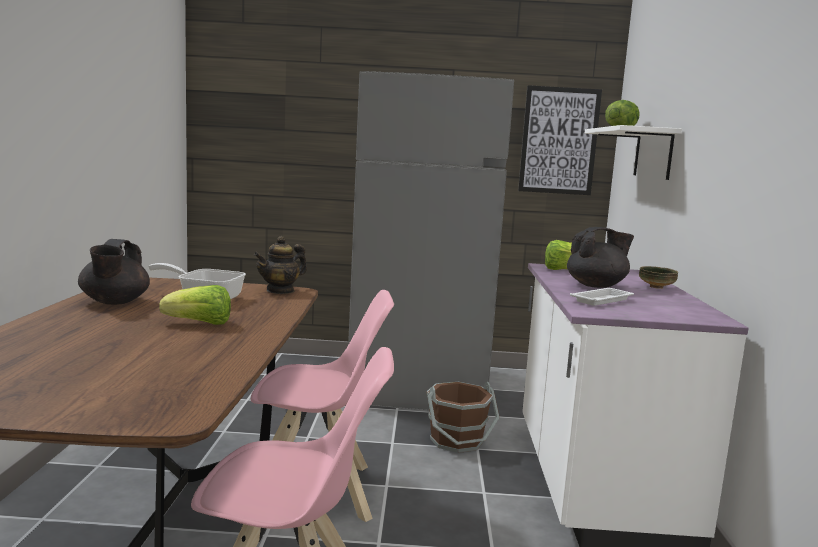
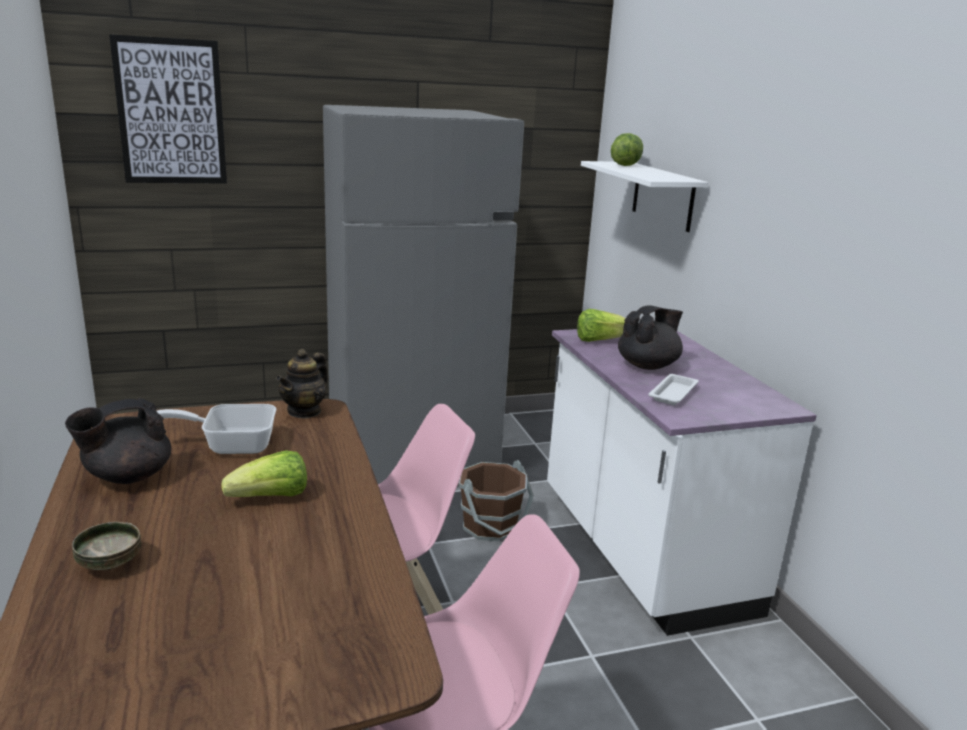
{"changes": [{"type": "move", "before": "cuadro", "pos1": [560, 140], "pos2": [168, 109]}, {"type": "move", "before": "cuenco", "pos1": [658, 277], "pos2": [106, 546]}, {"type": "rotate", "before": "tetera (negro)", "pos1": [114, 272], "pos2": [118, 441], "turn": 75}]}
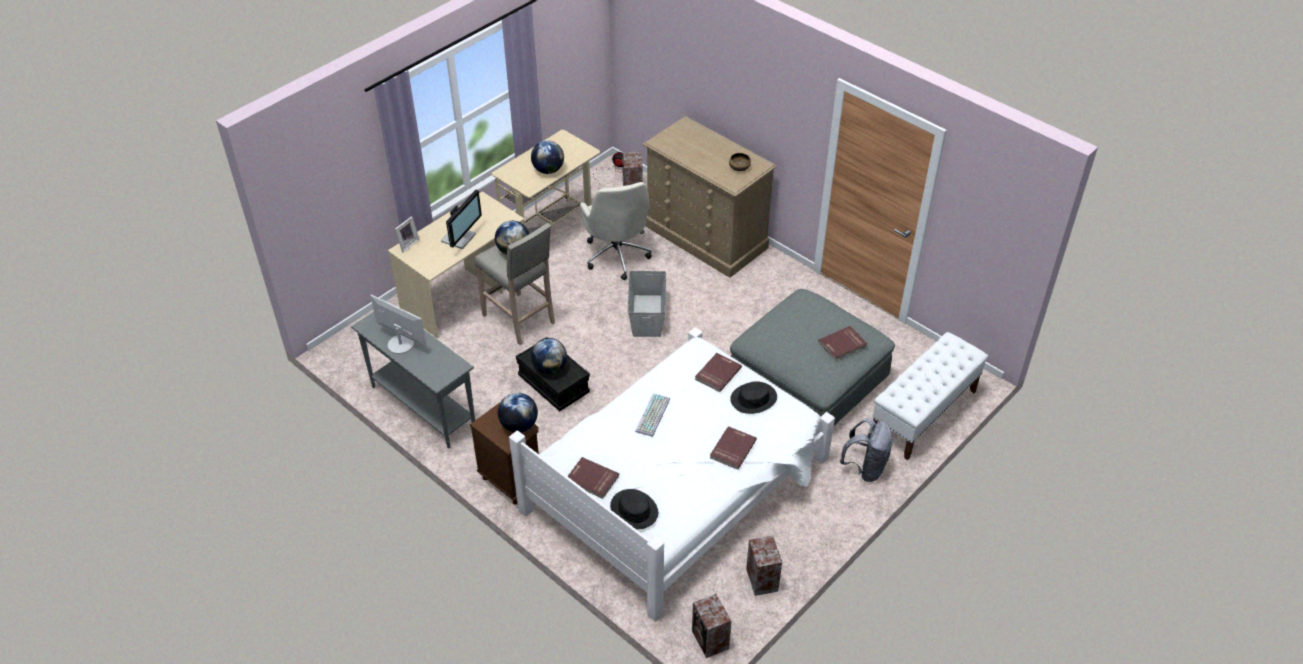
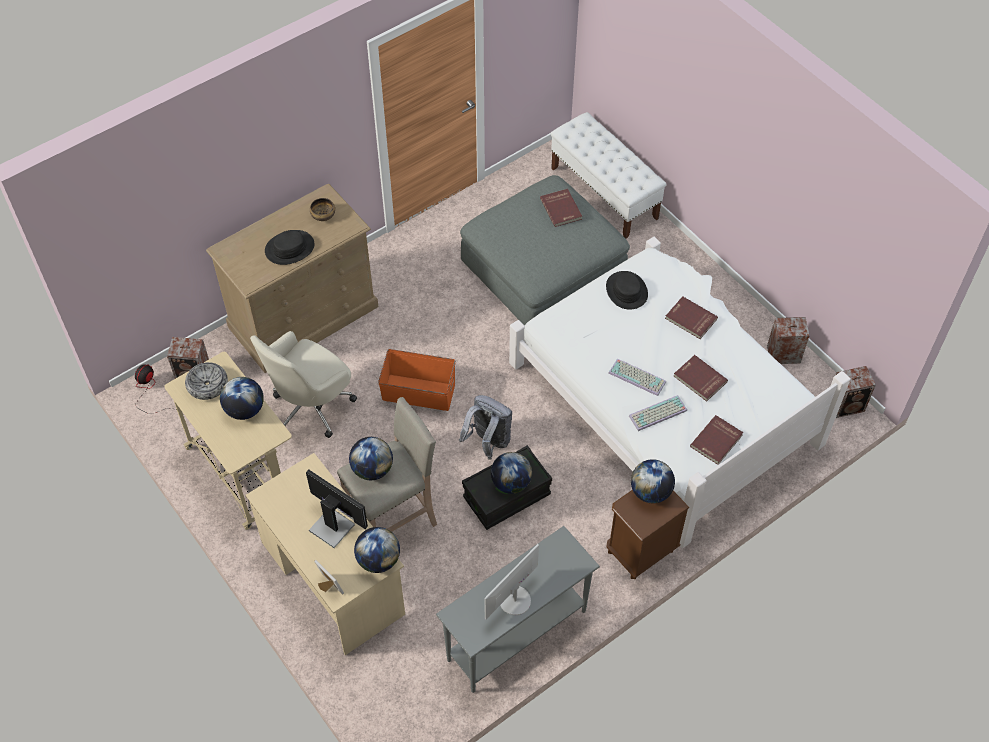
{"changes": [{"type": "insert", "after": "cuenco", "pos2": [206, 381]}, {"type": "insert", "after": "globo terráqueo", "pos2": [377, 550]}, {"type": "insert", "after": "teclado", "pos2": [658, 413]}, {"type": "move", "before": "sombrero (negro)", "pos1": [634, 509], "pos2": [290, 247]}, {"type": "move", "before": "libro (rojo)", "pos1": [718, 372], "pos2": [701, 378]}, {"type": "move", "before": "mochila (gris)", "pos1": [866, 450], "pos2": [485, 427]}, {"type": "recolor", "before": "caja de almacenaje (gris)", "after": "caja de almacenaje (naranja)", "pos1": [647, 304], "pos2": [416, 380]}, {"type": "rotate", "before": "silla de oficina (beis)", "pos1": [616, 231], "pos2": [303, 384], "turn": 135}]}
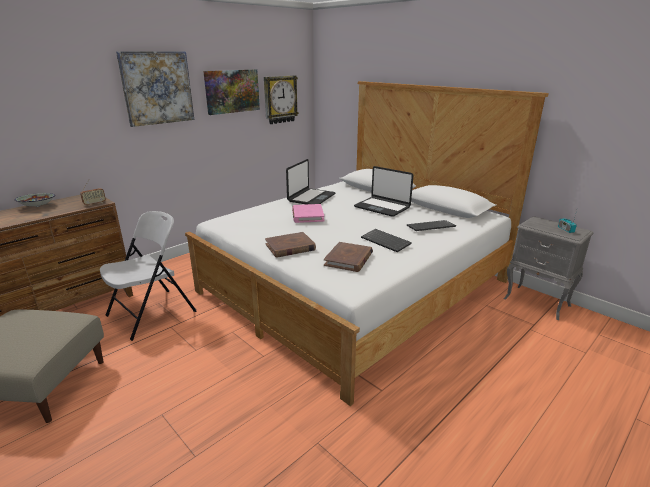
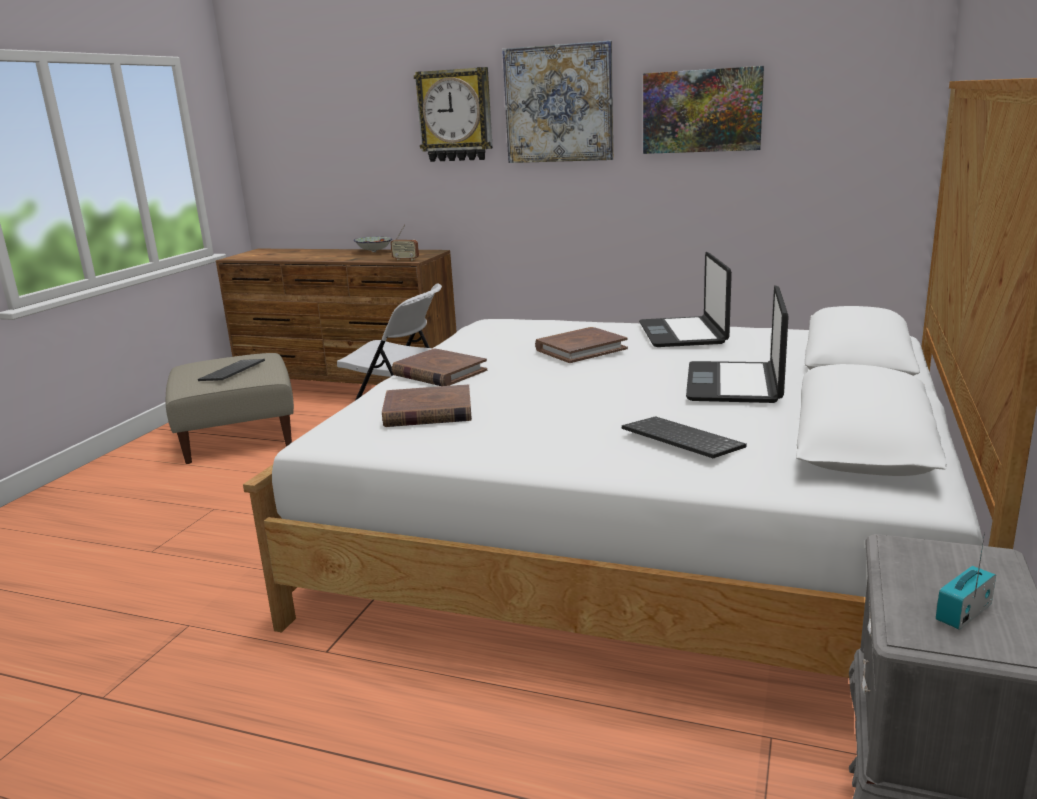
{"changes": [{"type": "move", "before": "reloj de pared", "pos1": [281, 99], "pos2": [453, 114]}, {"type": "move", "before": "teclado", "pos1": [386, 240], "pos2": [231, 370]}, {"type": "recolor", "before": "libro (rosa)", "after": "libro (marrón)", "pos1": [308, 213], "pos2": [581, 345]}, {"type": "rotate", "before": "portátil", "pos1": [311, 181], "pos2": [685, 299], "turn": 90}]}
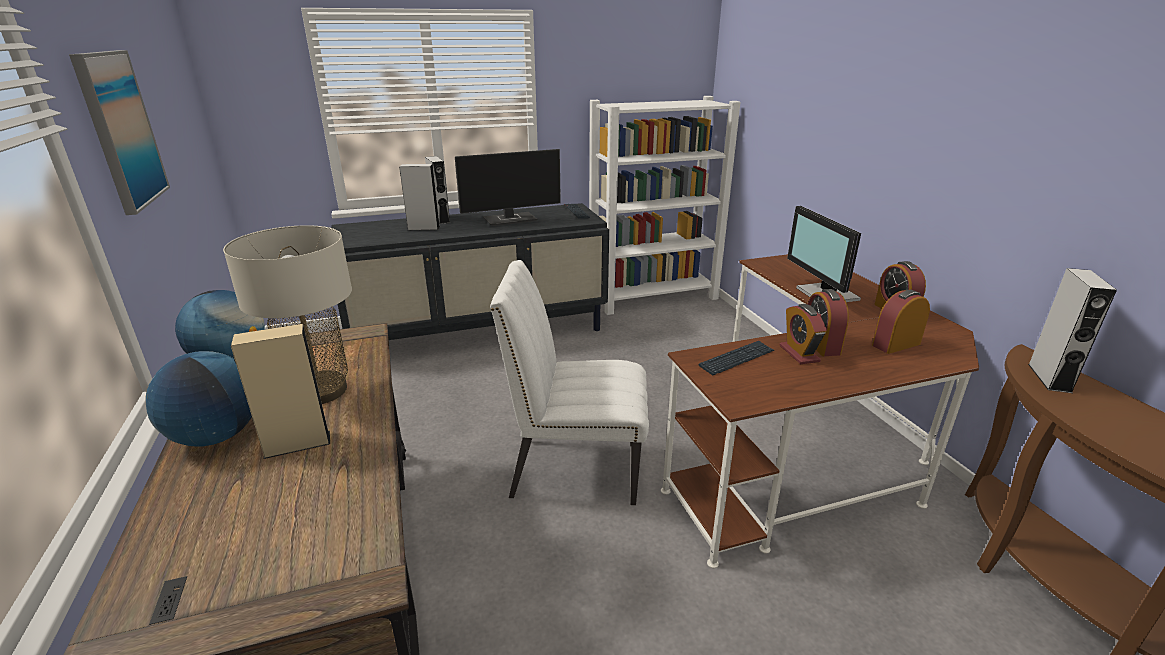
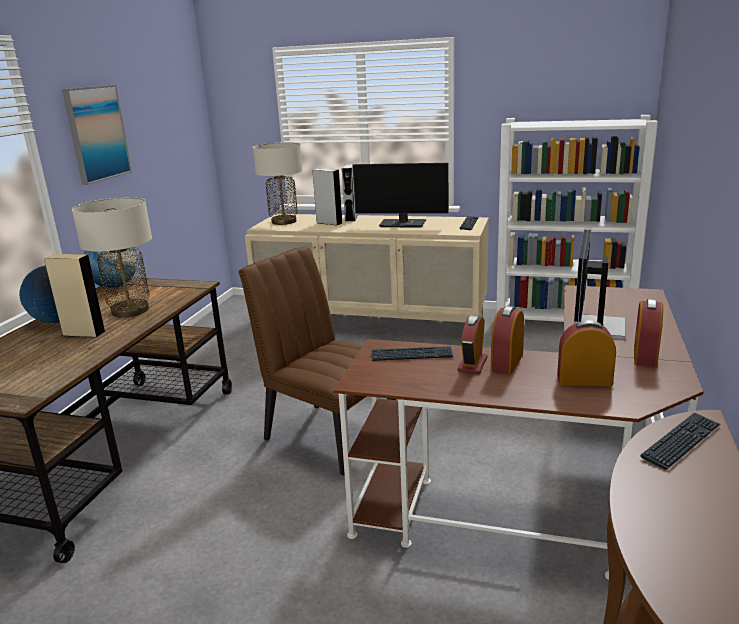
{"changes": [{"type": "insert", "after": "lámpara de mesa", "pos2": [278, 183]}, {"type": "replace", "before": "altavoz (gris)", "after": "teclado", "pos1": [1072, 330], "pos2": [681, 441]}, {"type": "recolor", "before": "armario (negro)", "after": "armario (beis)", "pos1": [470, 271], "pos2": [367, 268]}, {"type": "recolor", "before": "silla (blanco)", "after": "silla (marrón)", "pos1": [569, 382], "pos2": [317, 361]}]}
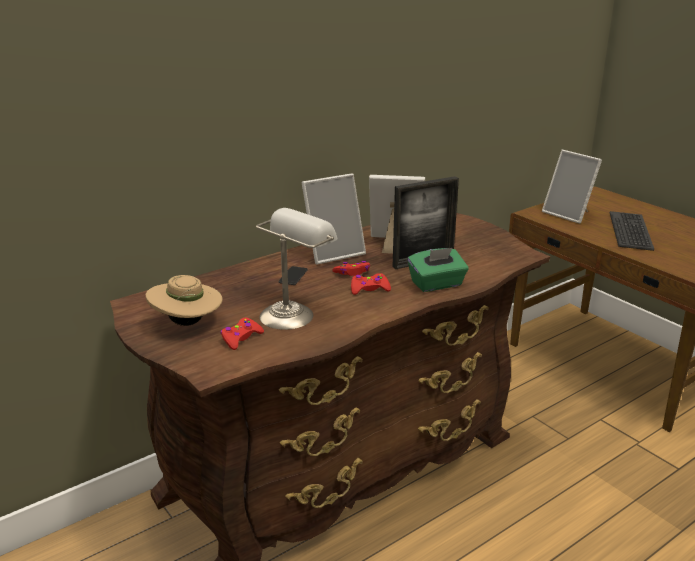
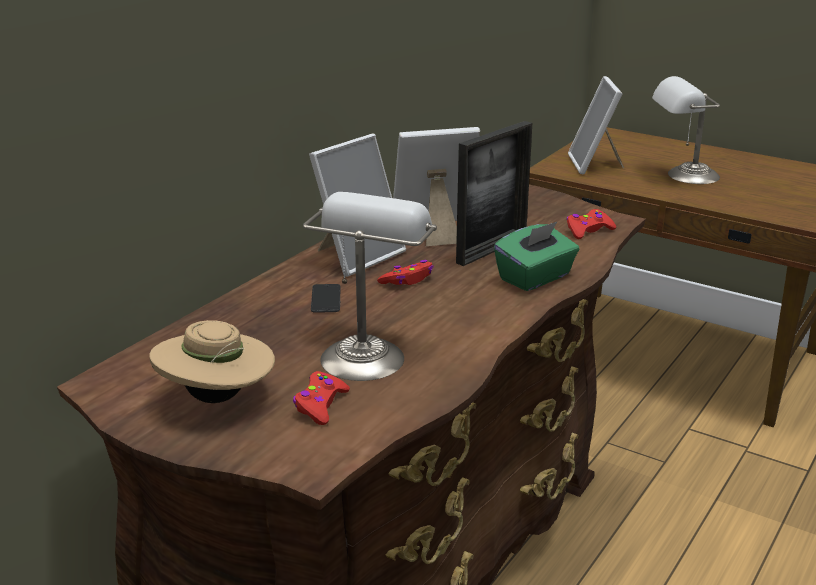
{"changes": [{"type": "move", "before": "mando de consola (rojo)", "pos1": [371, 284], "pos2": [591, 224]}, {"type": "replace", "before": "teclado", "after": "lámpara de mesa (blanco)", "pos1": [632, 231], "pos2": [686, 130]}, {"type": "rotate", "before": "portarretratos", "pos1": [572, 187], "pos2": [596, 125], "turn": 60}]}
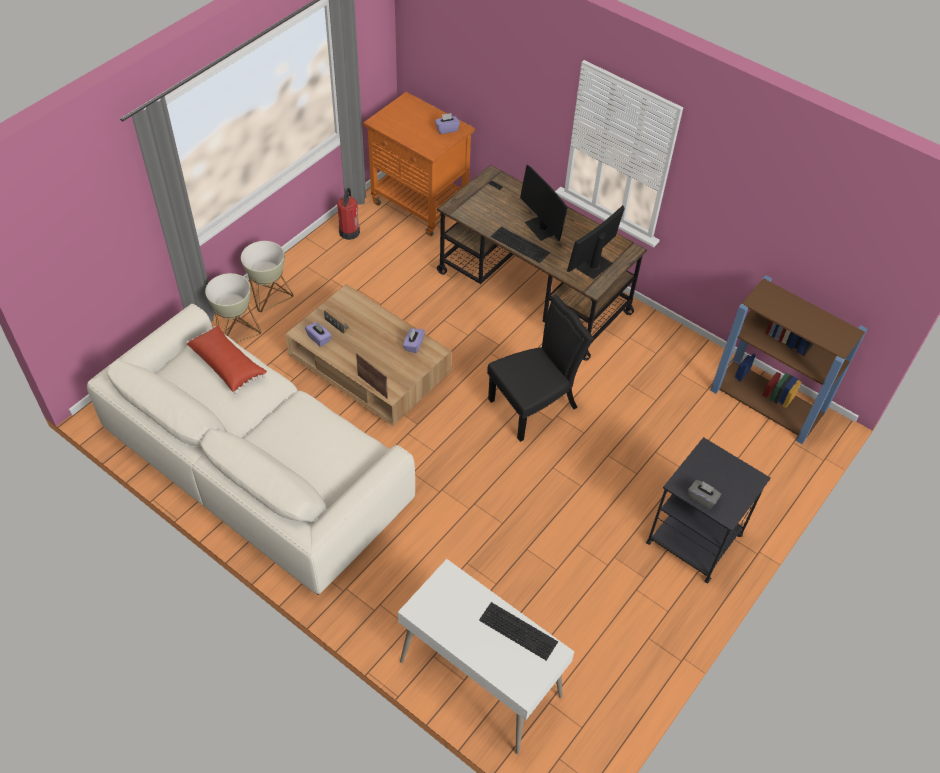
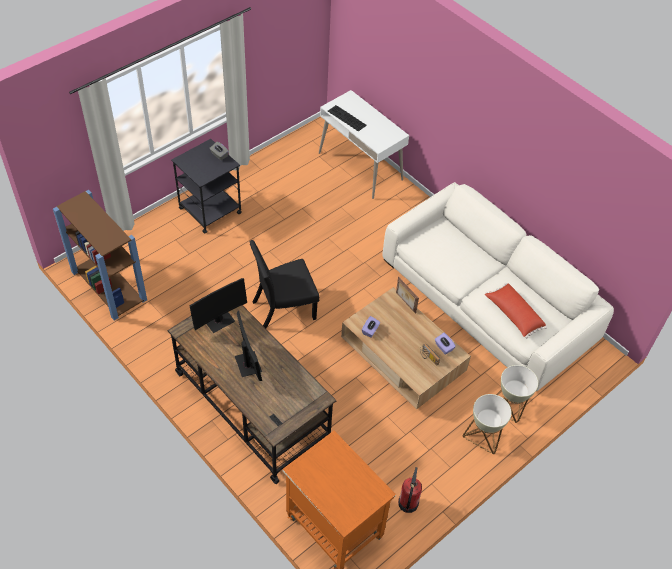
{"changes": [{"type": "delete", "before": "caja de pañuelos (morado)", "pos1": [447, 123]}, {"type": "delete", "before": "teclado", "pos1": [520, 245]}]}
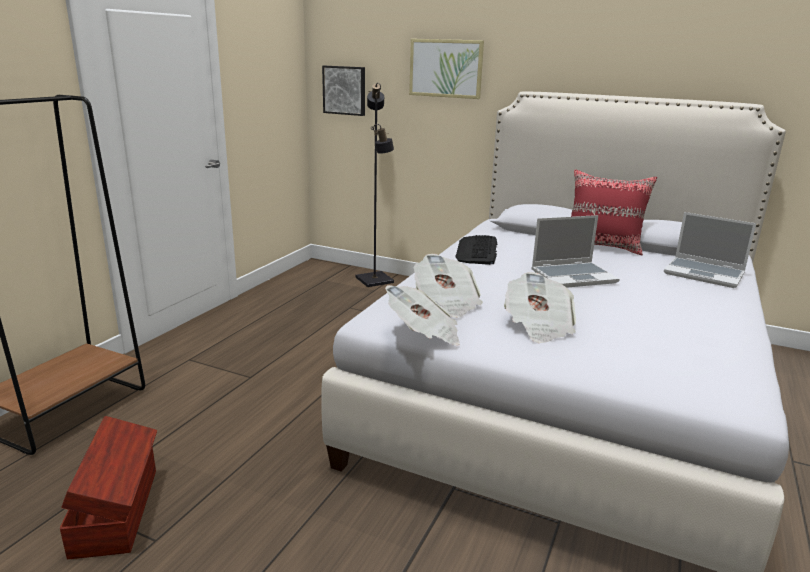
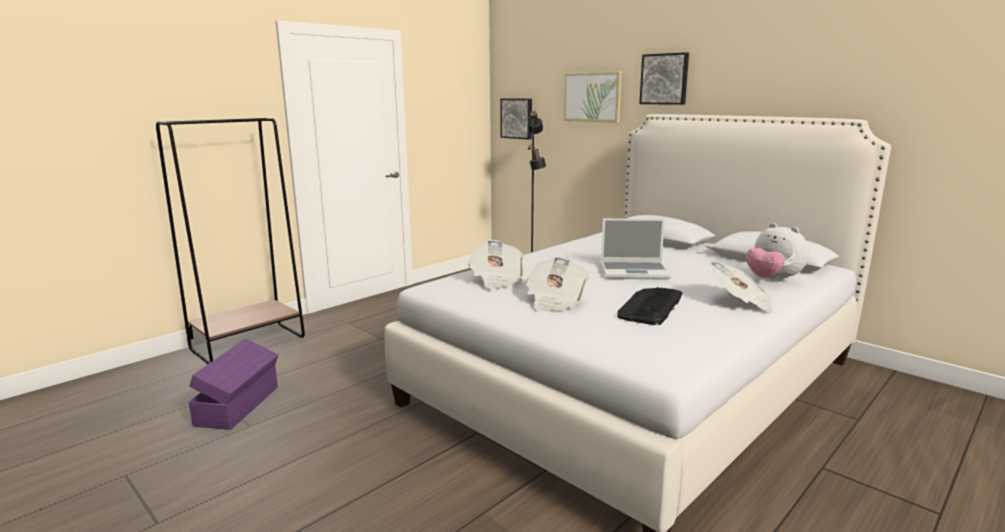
{"changes": [{"type": "delete", "before": "cojín (rojo)", "pos1": [614, 212]}, {"type": "insert", "after": "cuadro", "pos2": [664, 78]}, {"type": "move", "before": "periódico", "pos1": [422, 315], "pos2": [741, 286]}, {"type": "move", "before": "teclado", "pos1": [476, 250], "pos2": [649, 306]}, {"type": "replace", "before": "portátil", "after": "peluche", "pos1": [710, 250], "pos2": [777, 252]}, {"type": "recolor", "before": "caja de almacenaje (marrón)", "after": "caja de almacenaje (morado)", "pos1": [108, 487], "pos2": [233, 384]}]}
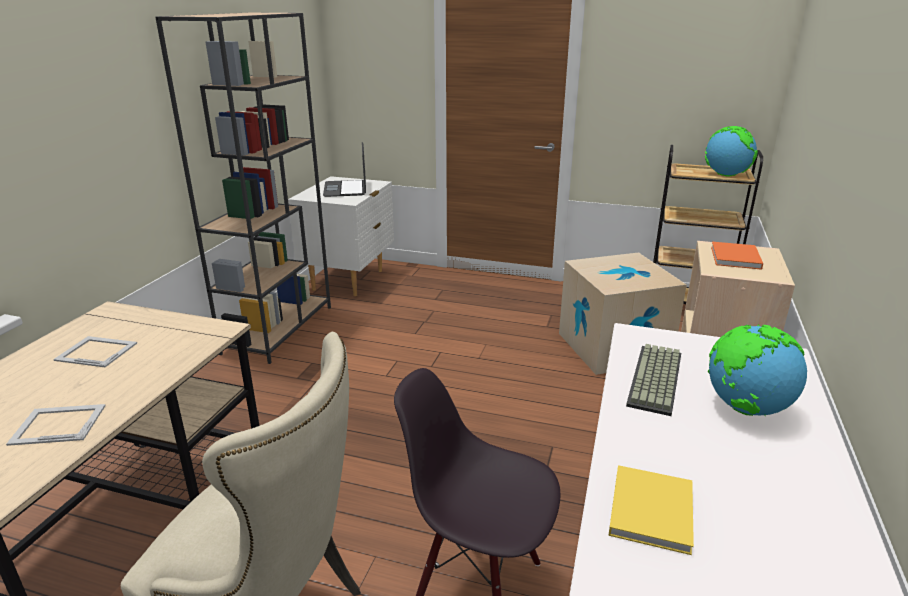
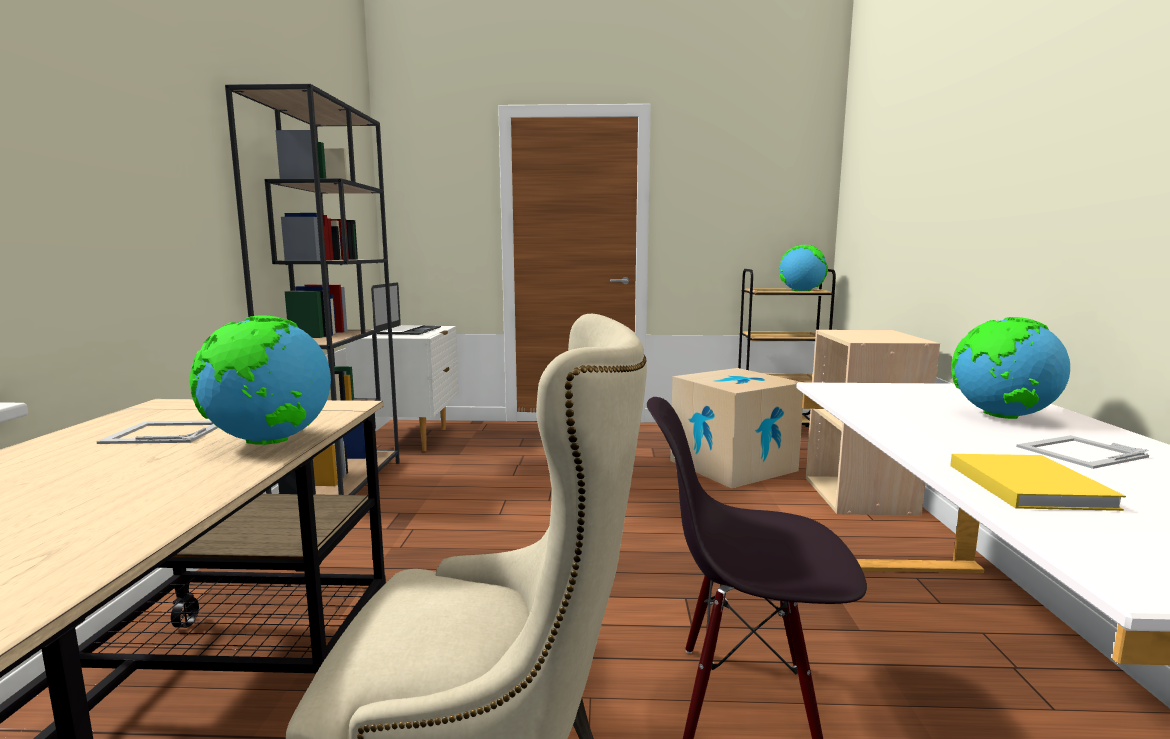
{"changes": [{"type": "delete", "before": "teclado", "pos1": [653, 380]}, {"type": "delete", "before": "libro (naranja)", "pos1": [737, 256]}, {"type": "insert", "after": "globo terráqueo", "pos2": [260, 380]}, {"type": "move", "before": "portarretratos", "pos1": [56, 425], "pos2": [1082, 452]}, {"type": "rotate", "before": "portátil", "pos1": [344, 169], "pos2": [406, 309], "turn": -150}]}
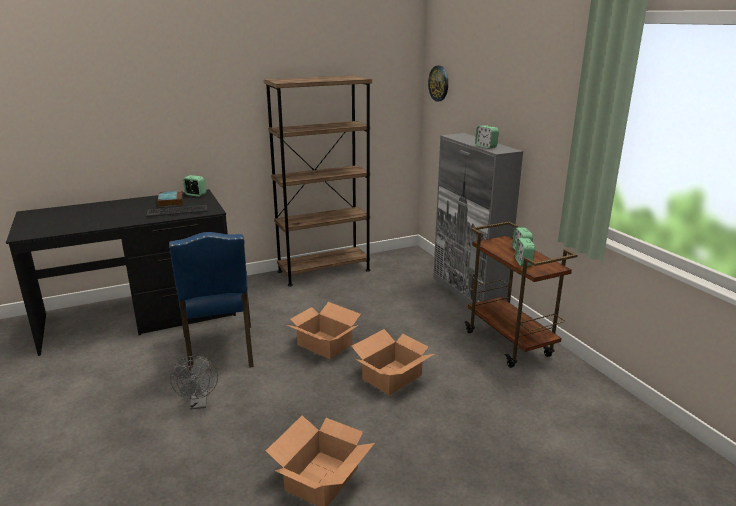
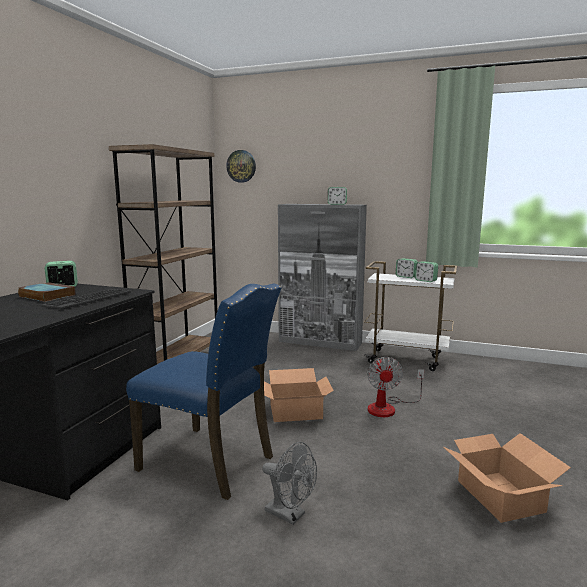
{"changes": [{"type": "replace", "before": "caja de cartón", "after": "ventilador", "pos1": [392, 362], "pos2": [395, 387]}, {"type": "recolor", "before": "carrito (marrón)", "after": "carrito (blanco)", "pos1": [521, 295], "pos2": [410, 316]}]}
